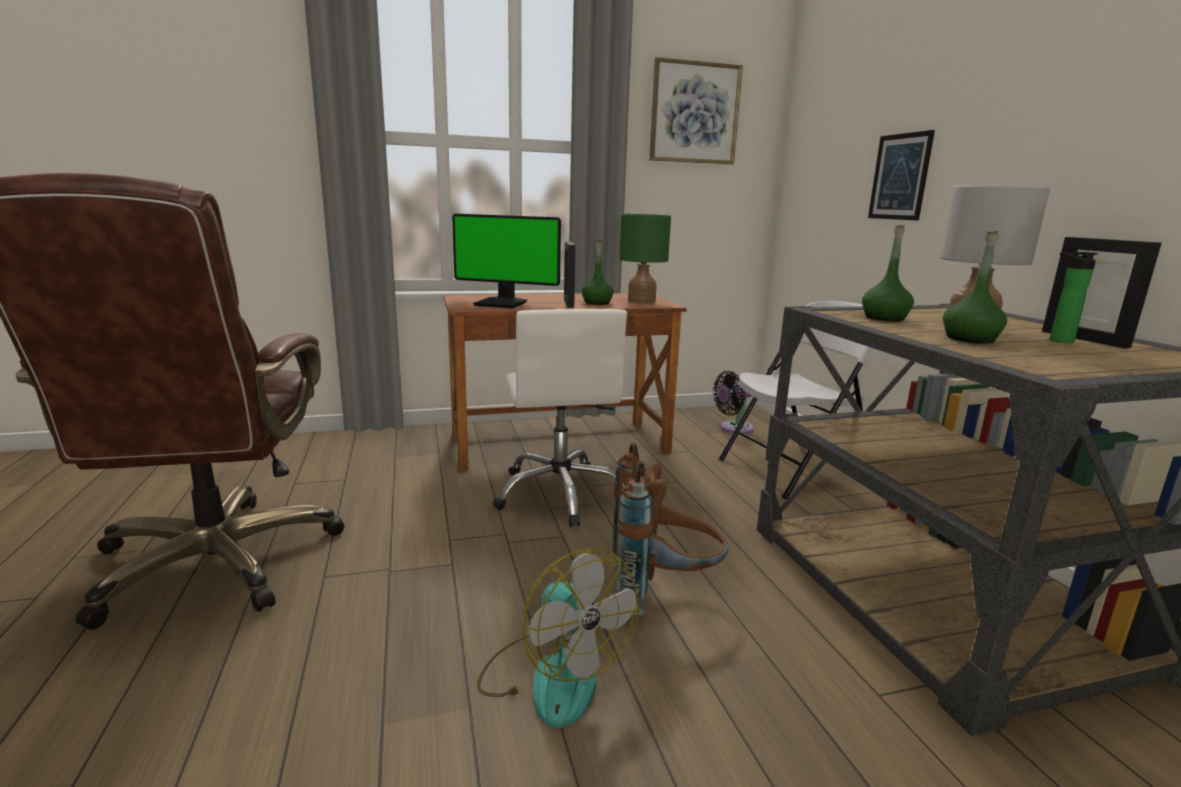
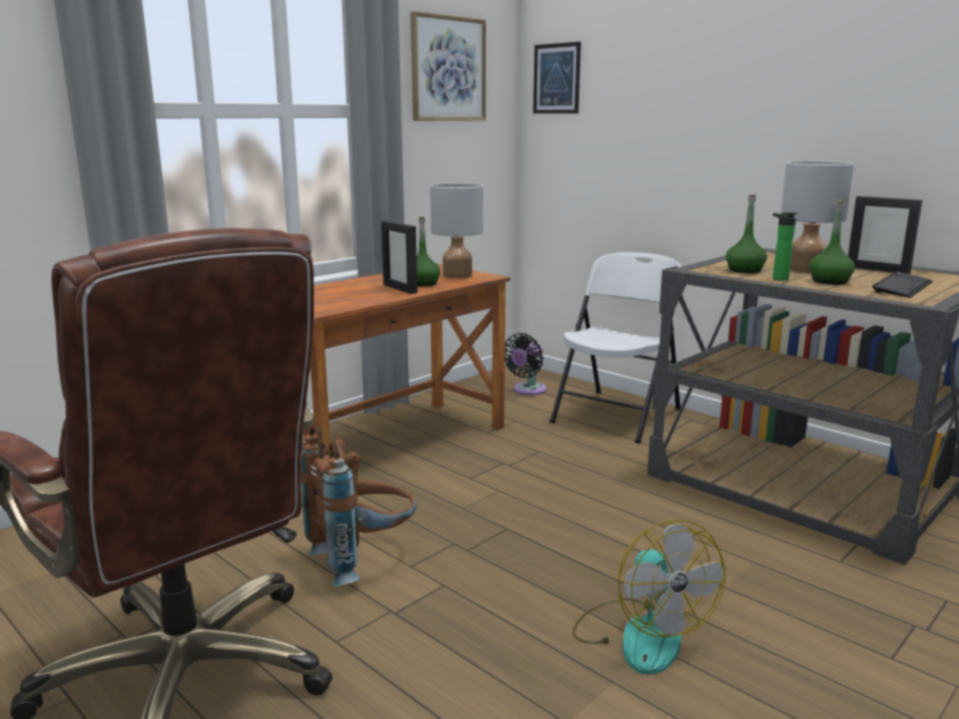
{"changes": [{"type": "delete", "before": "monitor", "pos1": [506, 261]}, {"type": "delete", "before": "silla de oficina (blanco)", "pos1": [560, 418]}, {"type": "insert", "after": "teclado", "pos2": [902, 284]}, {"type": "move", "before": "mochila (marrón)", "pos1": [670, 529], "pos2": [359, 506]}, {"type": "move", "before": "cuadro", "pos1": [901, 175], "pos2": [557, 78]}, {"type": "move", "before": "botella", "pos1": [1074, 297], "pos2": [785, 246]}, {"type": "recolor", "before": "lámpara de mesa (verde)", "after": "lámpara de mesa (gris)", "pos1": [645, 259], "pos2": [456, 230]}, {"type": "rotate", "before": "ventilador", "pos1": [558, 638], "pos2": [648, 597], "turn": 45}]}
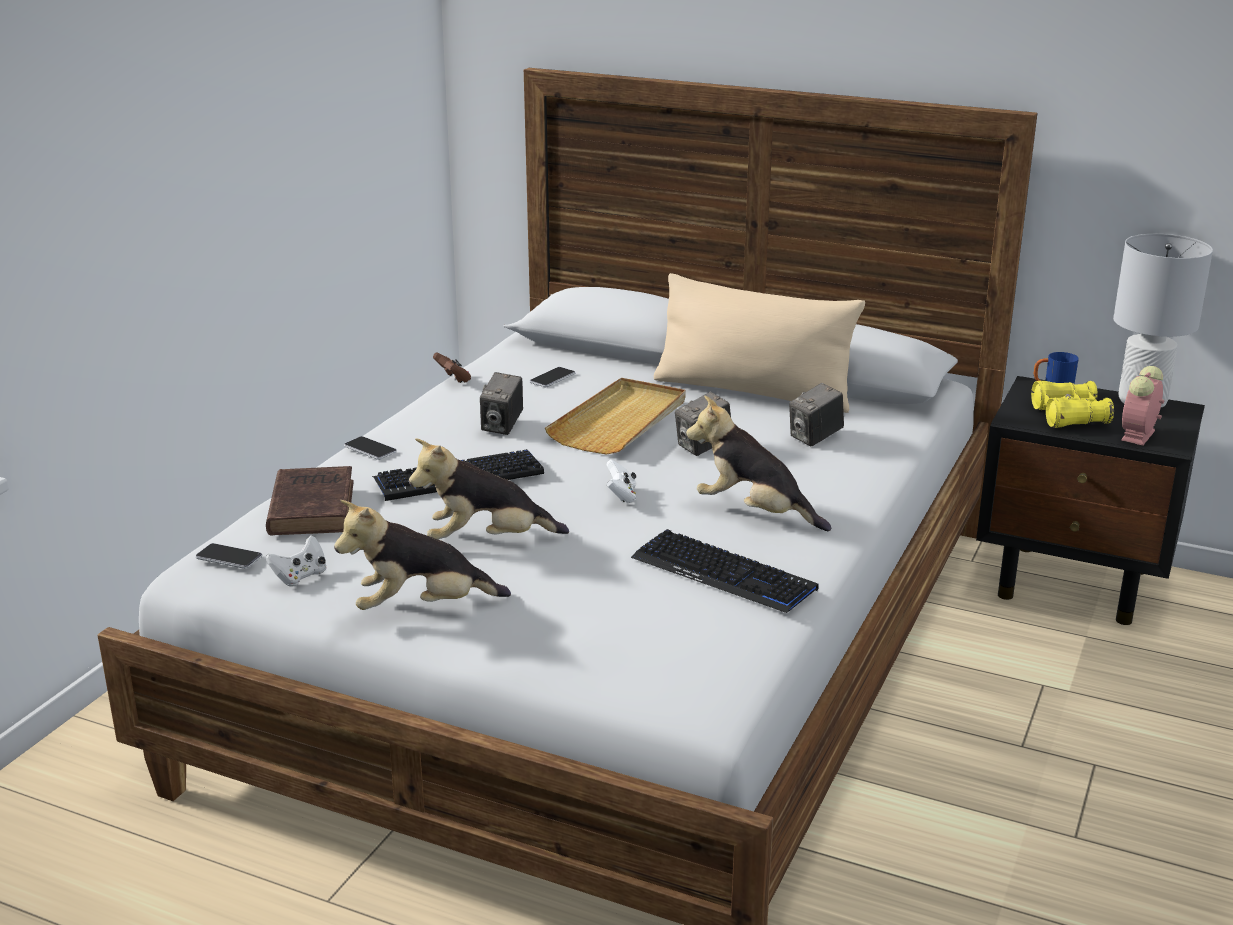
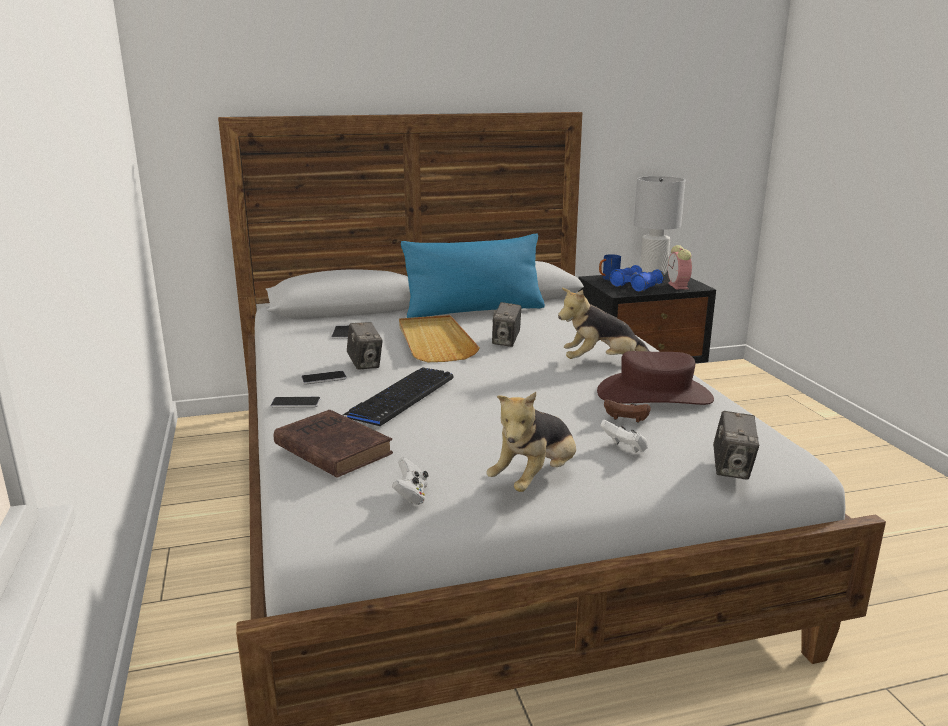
{"changes": [{"type": "delete", "before": "peluche", "pos1": [489, 489]}, {"type": "move", "before": "móvil", "pos1": [228, 556], "pos2": [324, 377]}, {"type": "move", "before": "mando de consola (marrón)", "pos1": [452, 367], "pos2": [627, 411]}, {"type": "move", "before": "mando de consola (blanco)", "pos1": [621, 481], "pos2": [624, 436]}, {"type": "move", "before": "cámara", "pos1": [816, 414], "pos2": [736, 445]}, {"type": "replace", "before": "teclado", "after": "sombrero (marrón)", "pos1": [725, 571], "pos2": [655, 378]}, {"type": "recolor", "before": "cojín (beis)", "after": "cojín (azul)", "pos1": [759, 343], "pos2": [473, 276]}, {"type": "recolor", "before": "prismáticos (amarillo)", "after": "prismáticos (azul)", "pos1": [1072, 404], "pos2": [637, 278]}]}
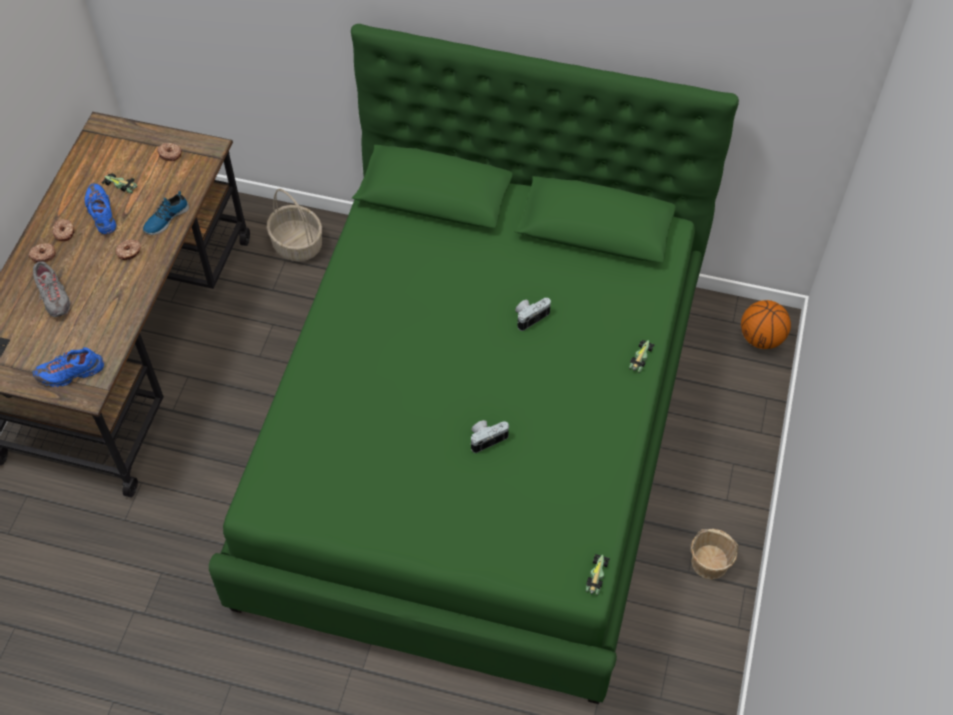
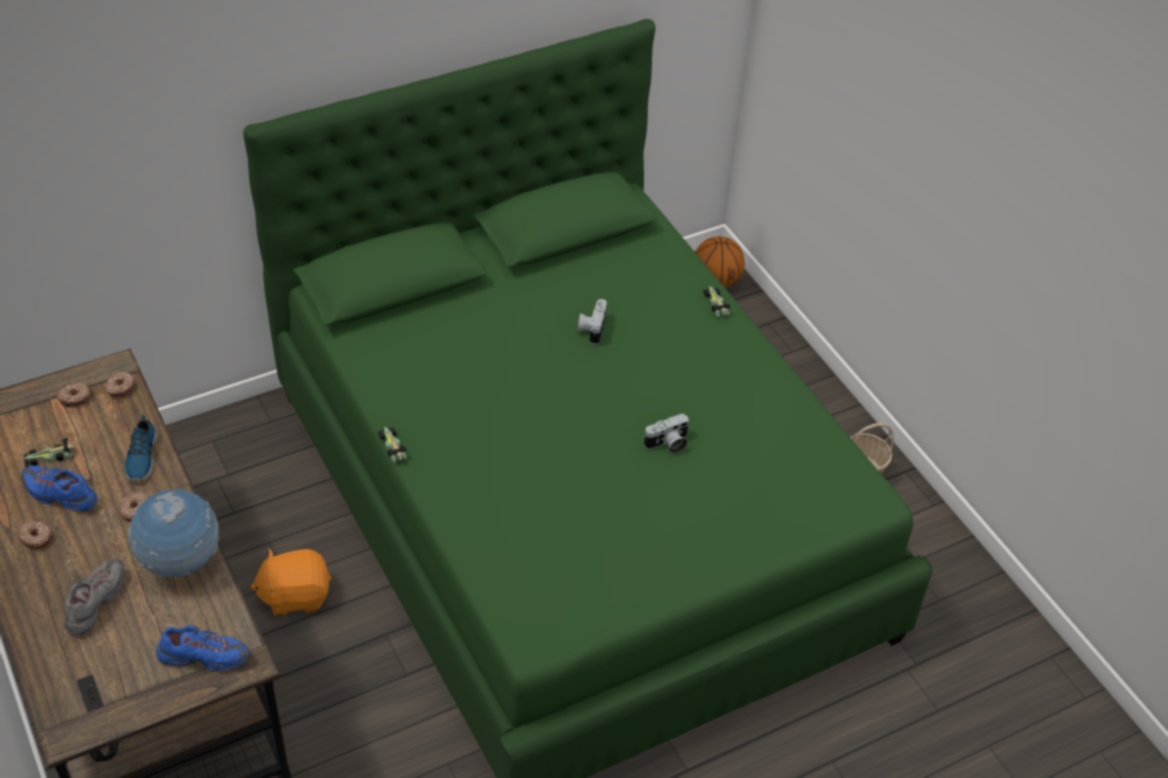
{"changes": [{"type": "delete", "before": "cesta", "pos1": [294, 225]}, {"type": "insert", "after": "globo terráqueo", "pos2": [173, 533]}, {"type": "insert", "after": "peluche (naranja)", "pos2": [291, 582]}, {"type": "move", "before": "rosquilla", "pos1": [42, 253], "pos2": [120, 384]}, {"type": "move", "before": "coche de juguete", "pos1": [598, 574], "pos2": [392, 445]}, {"type": "rotate", "before": "zapato (azul)", "pos1": [68, 367], "pos2": [203, 648], "turn": -120}, {"type": "rotate", "before": "zapato (gris)", "pos1": [52, 289], "pos2": [94, 597], "turn": -90}, {"type": "rotate", "before": "cámara", "pos1": [490, 436], "pos2": [666, 433], "turn": -135}]}
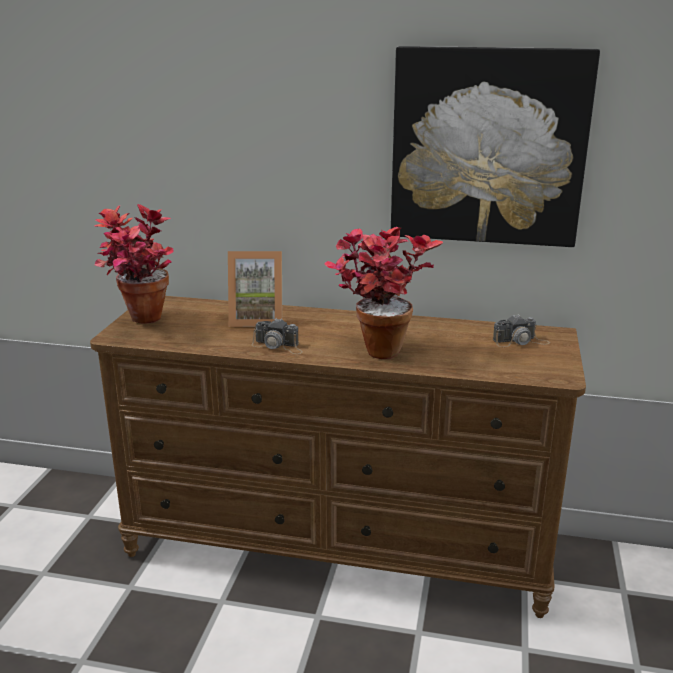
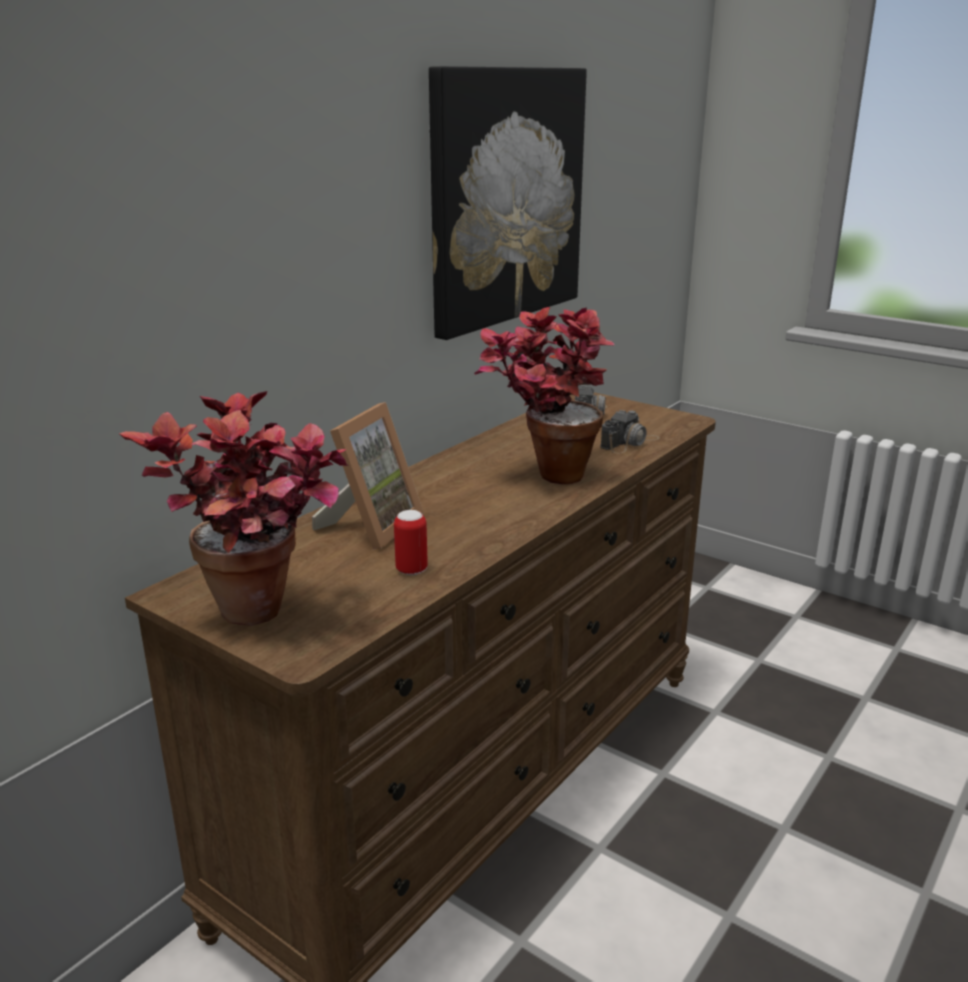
{"changes": [{"type": "insert", "after": "lata", "pos2": [411, 542]}, {"type": "move", "before": "cámara", "pos1": [277, 336], "pos2": [630, 432]}]}
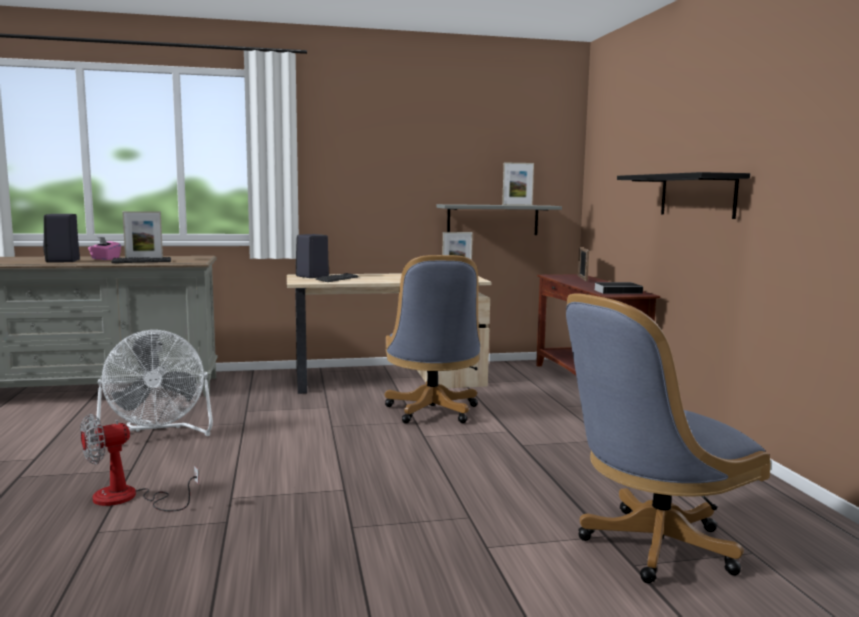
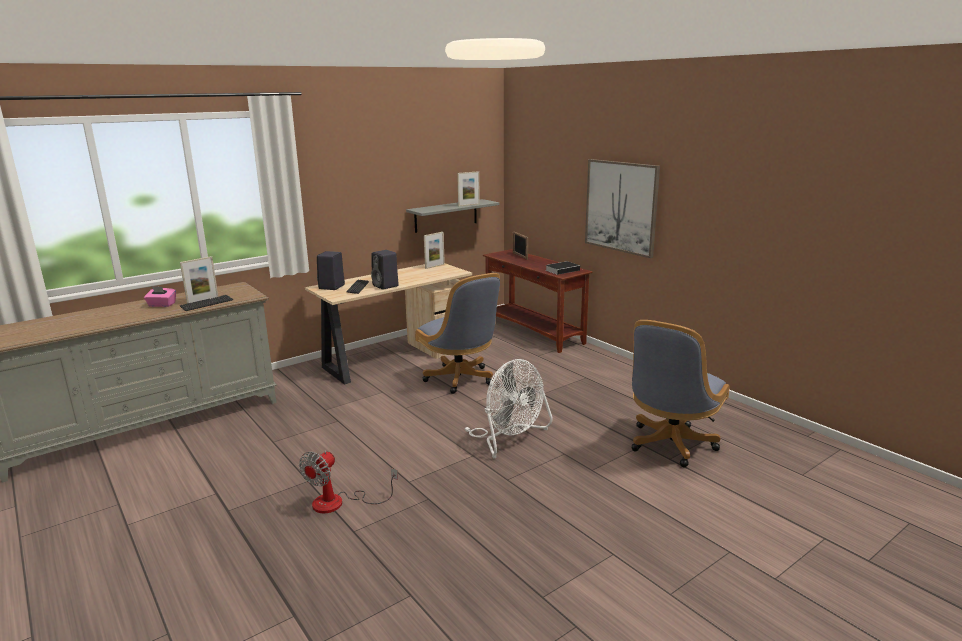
{"changes": [{"type": "move", "before": "altavoz (negro)", "pos1": [61, 238], "pos2": [385, 269]}, {"type": "move", "before": "ventilador (blanco)", "pos1": [154, 383], "pos2": [509, 408]}, {"type": "replace", "before": "estante (negro)", "after": "cuadro", "pos1": [683, 195], "pos2": [622, 208]}]}
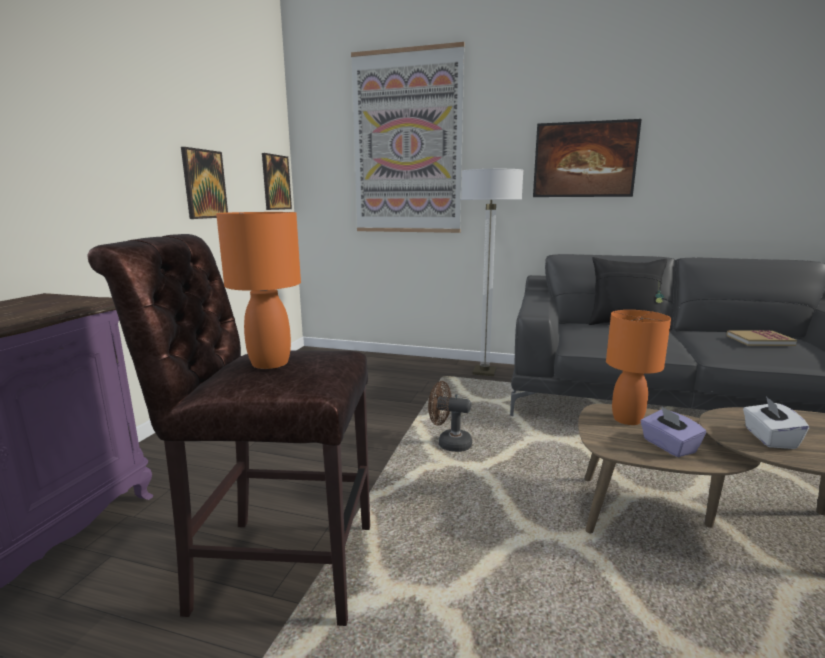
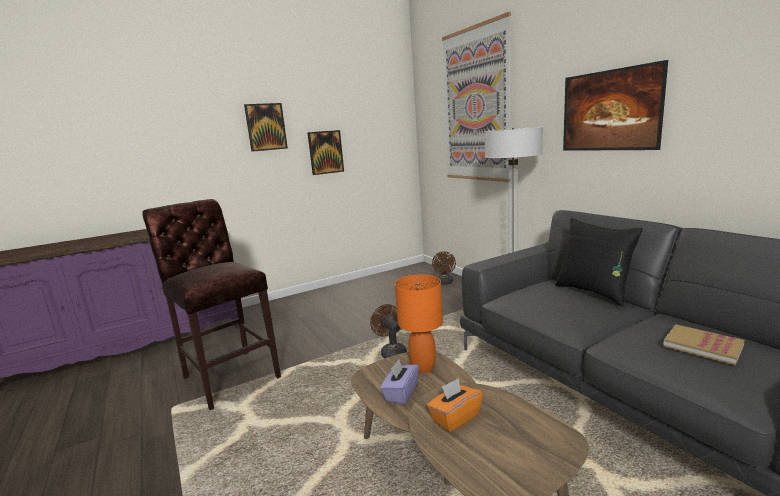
{"changes": [{"type": "delete", "before": "lámpara de mesa (naranja)", "pos1": [258, 290]}, {"type": "insert", "after": "ventilador (marrón)", "pos2": [444, 267]}, {"type": "move", "before": "cuadro", "pos1": [277, 181], "pos2": [266, 127]}, {"type": "recolor", "before": "caja de pañuelos (blanco)", "after": "caja de pañuelos (naranja)", "pos1": [776, 422], "pos2": [455, 405]}]}
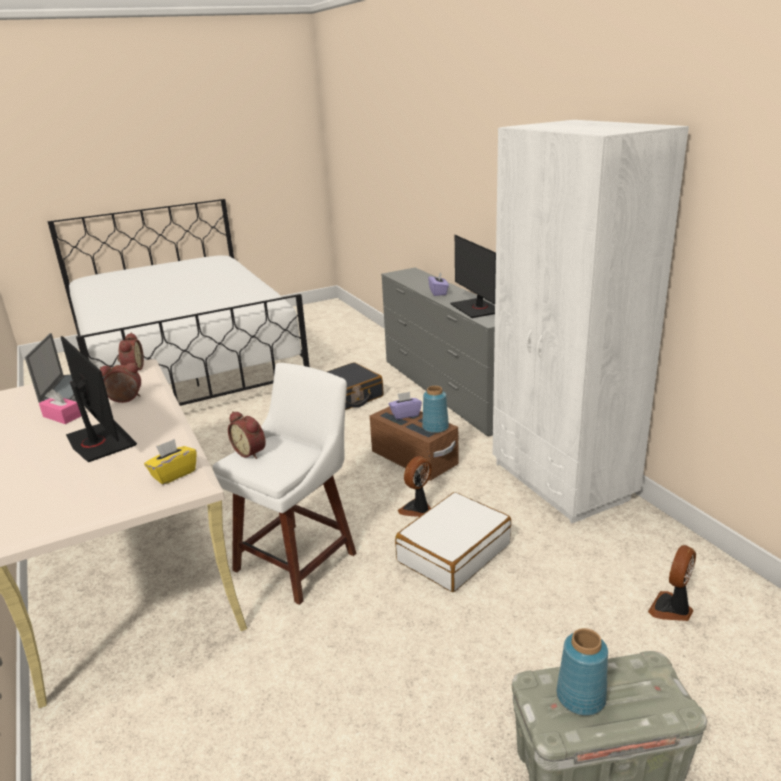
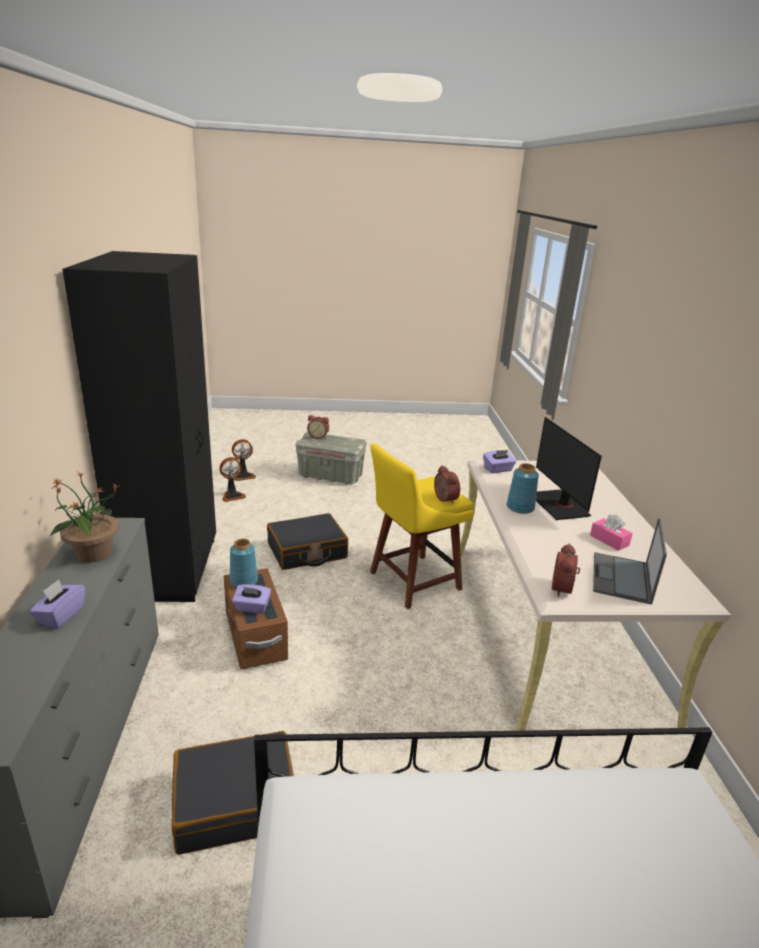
{"changes": [{"type": "move", "before": "despertador", "pos1": [120, 383], "pos2": [318, 427]}, {"type": "move", "before": "ventilador", "pos1": [415, 486], "pos2": [244, 460]}, {"type": "move", "before": "florero (azul)", "pos1": [582, 672], "pos2": [523, 488]}, {"type": "replace", "before": "monitor", "after": "planta en maceta", "pos1": [473, 276], "pos2": [85, 517]}, {"type": "recolor", "before": "caja de pañuelos (amarillo)", "after": "caja de pañuelos (morado)", "pos1": [170, 462], "pos2": [499, 461]}, {"type": "recolor", "before": "taburete (blanco)", "after": "taburete (amarillo)", "pos1": [284, 484], "pos2": [422, 526]}, {"type": "recolor", "before": "maleta (blanco)", "after": "maleta (negro)", "pos1": [453, 542], "pos2": [307, 541]}, {"type": "recolor", "before": "armario ropero (blanco)", "after": "armario ropero (negro)", "pos1": [591, 322], "pos2": [139, 426]}]}
